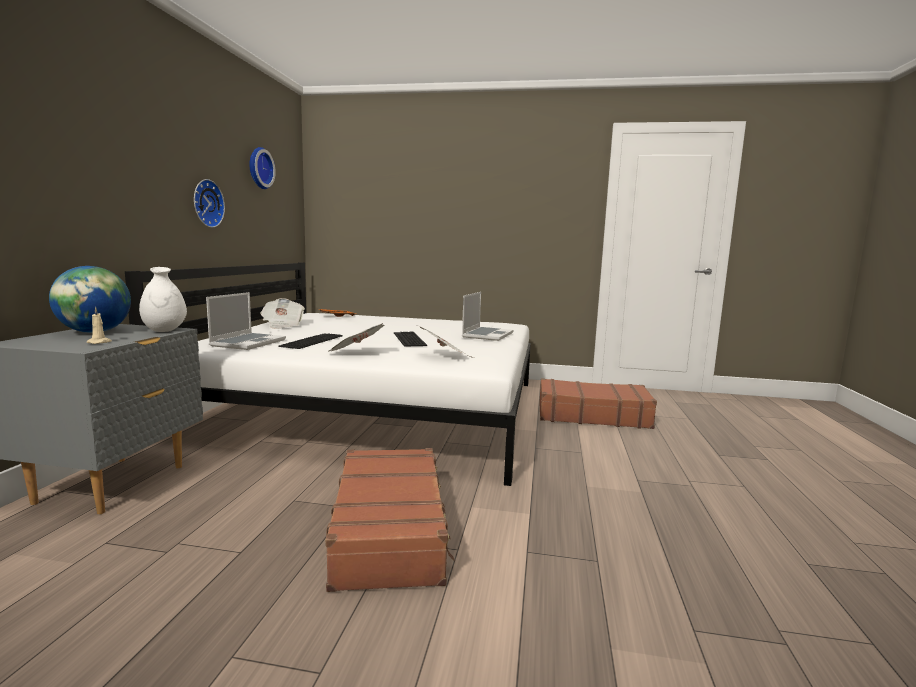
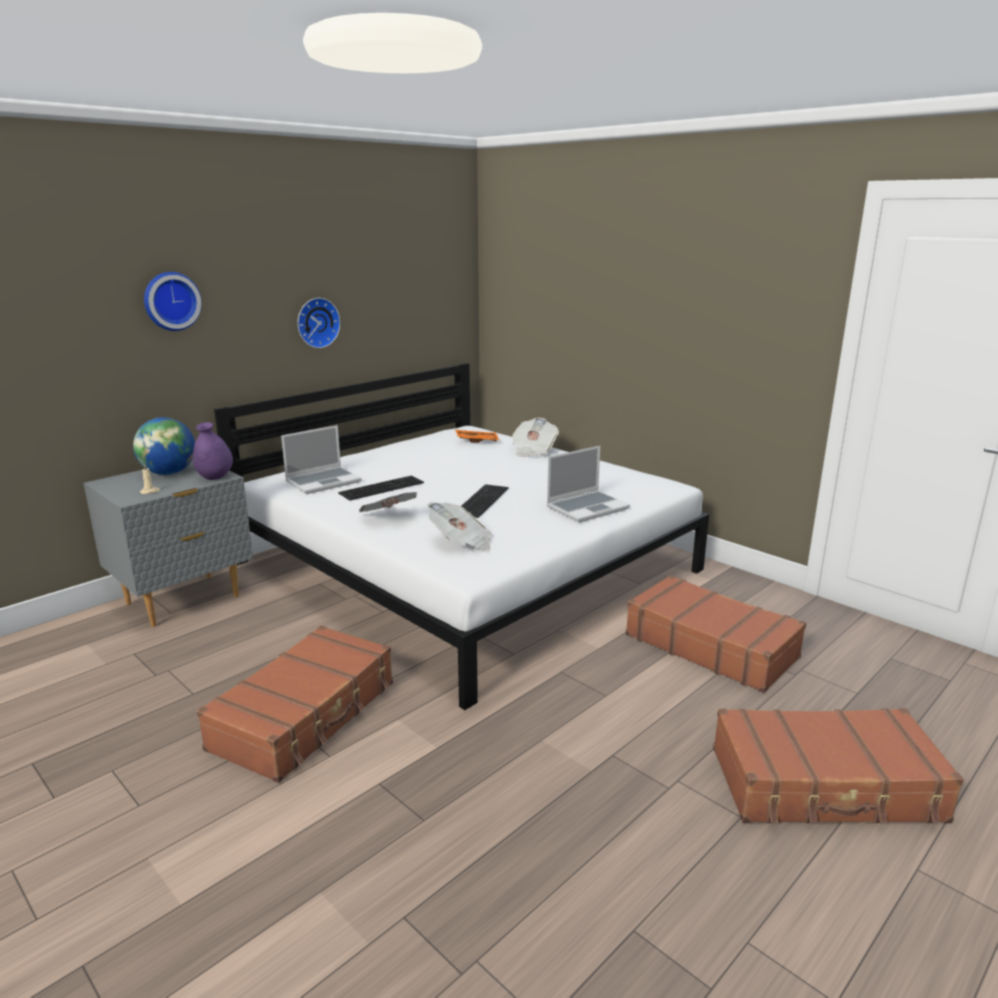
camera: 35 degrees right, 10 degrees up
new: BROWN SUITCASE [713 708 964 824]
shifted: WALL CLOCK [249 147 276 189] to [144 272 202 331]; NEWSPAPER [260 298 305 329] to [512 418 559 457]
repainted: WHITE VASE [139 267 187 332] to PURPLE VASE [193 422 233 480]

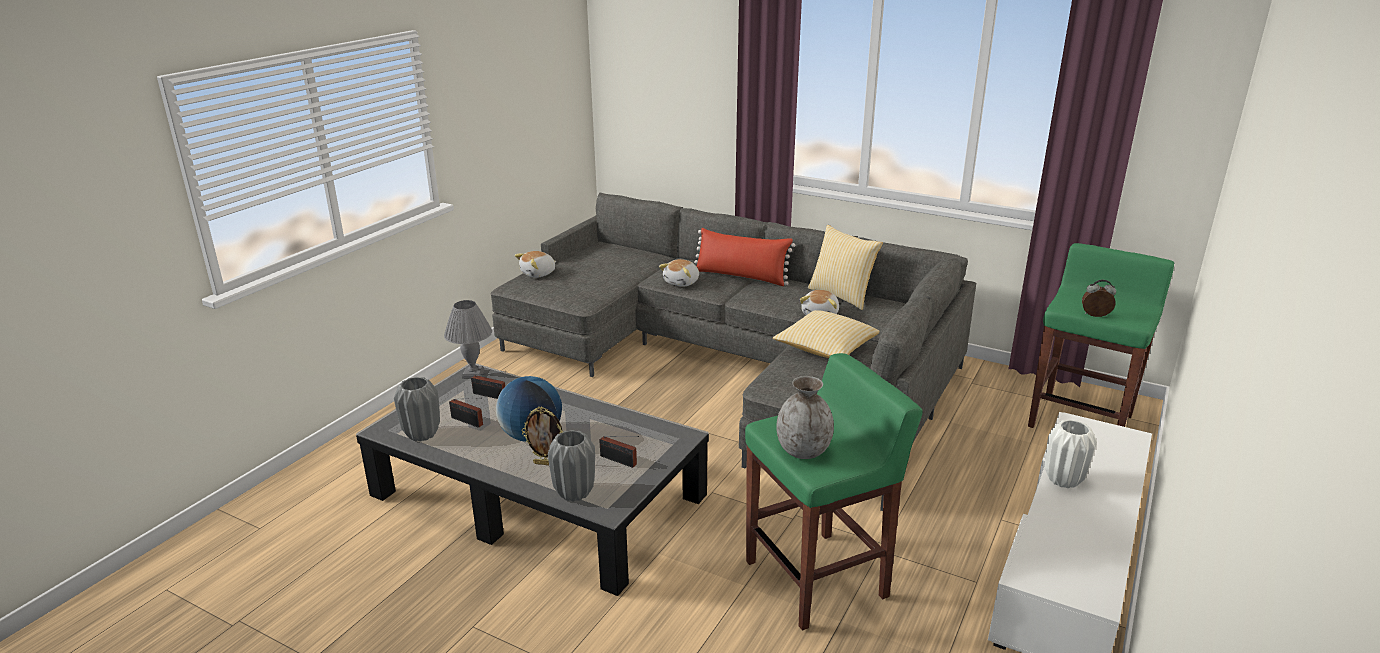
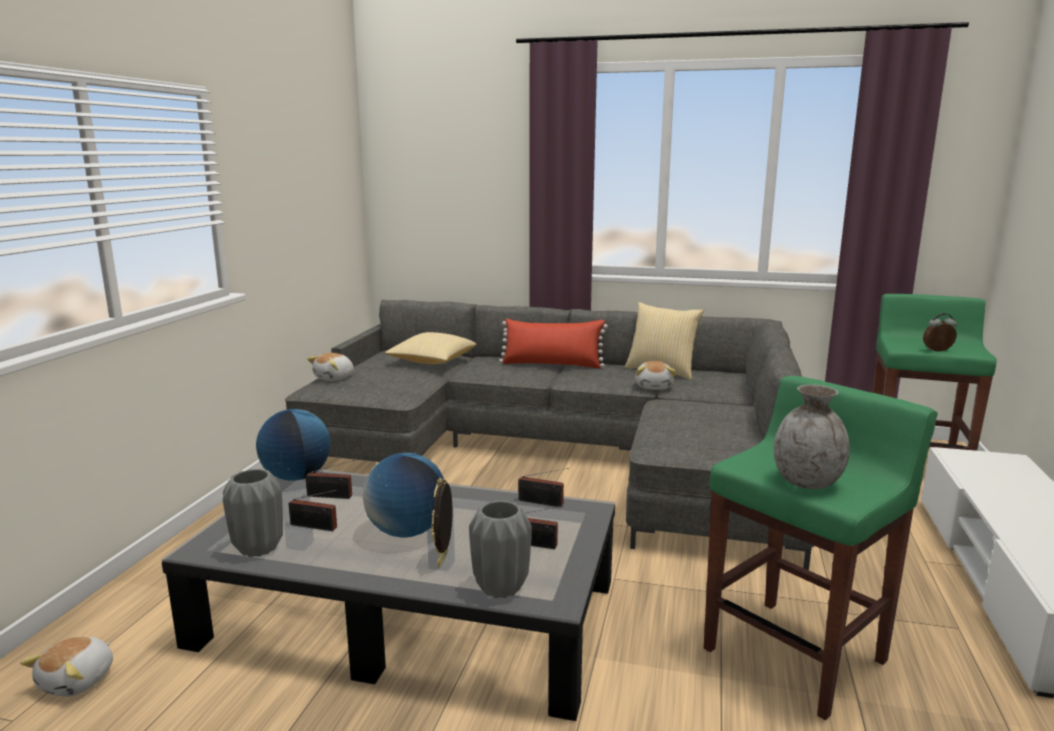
camera: 15 degrees left, 10 degrees down
gone: WHITE VASE [1045 419 1097 488]
new: RADIO [518 468 569 507]
shifted: PLUSH TOY [659 259 699 287] to [20 636 113 697]; PILLOW [773 310 880 358] to [385 332 476 364]
swapped: GREY TABLE LAMP [444 300 492 379] to GLOBE [256 409 331 481]
rotated: PICTURE FRAME [521 407 563 465] = [431 478 452 568] 105 degrees clockwise

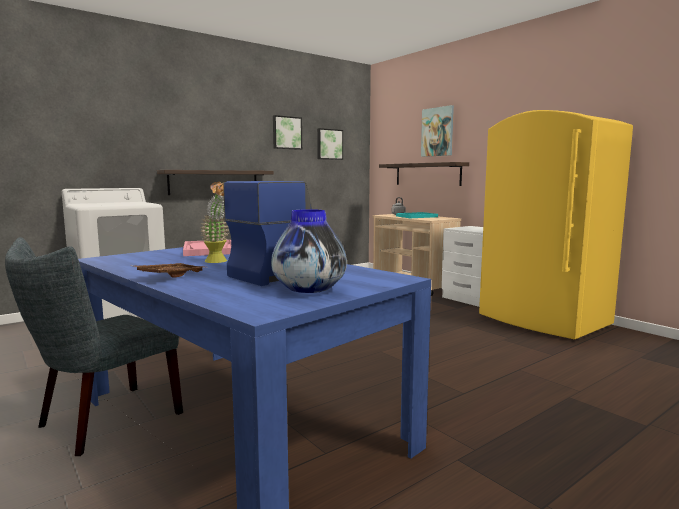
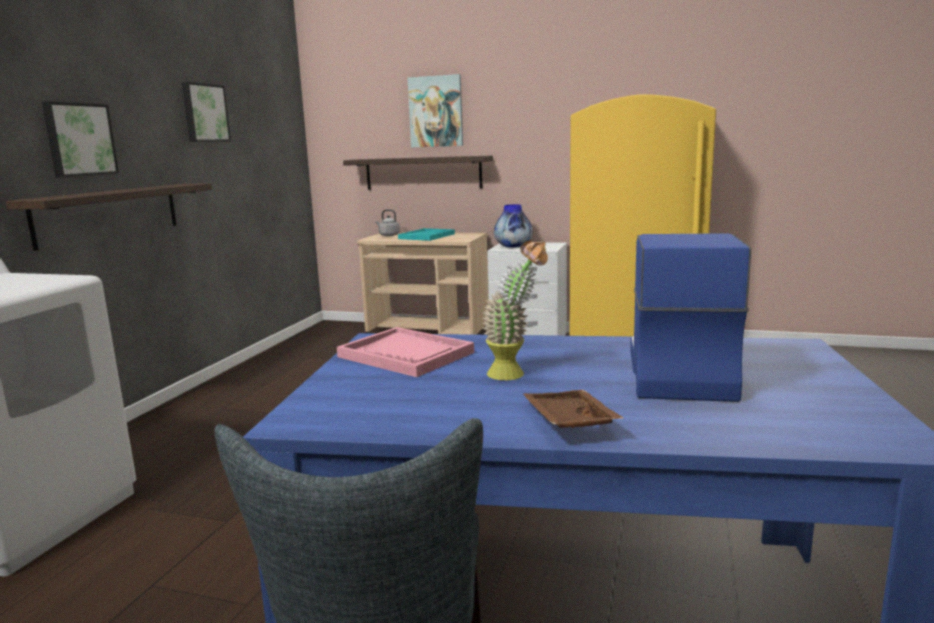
camera: 35 degrees left, 5 degrees up
shifted: VASE [271 209 347 293] to [494 204 533 248]; PICTURE [317 128 343 160] to [42 101 119 178]

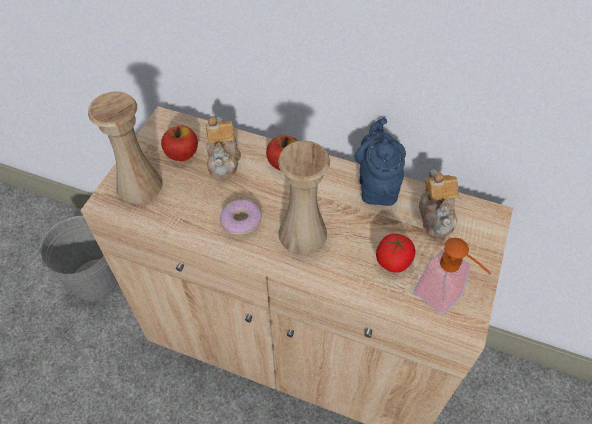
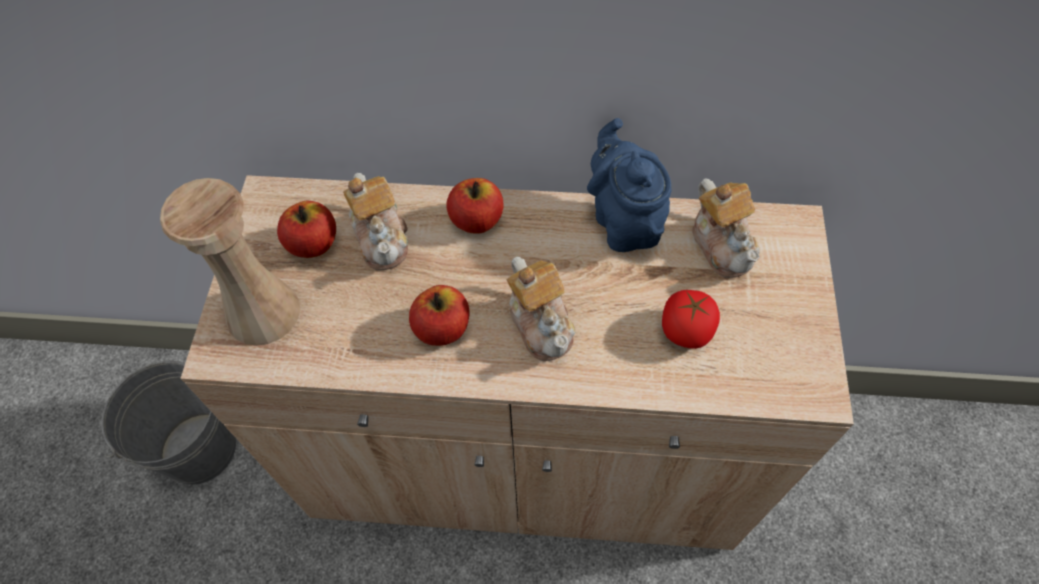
camera: 15 degrees left, 5 degrees up
gone: SOAP DISPENSER [414 238 492 314]
swapped: DONUT [220 200 262 235] to APPLE [409 285 469 346]; BEIGE VASE [278 141 330 255] to TEAPOT [507 257 575 361]

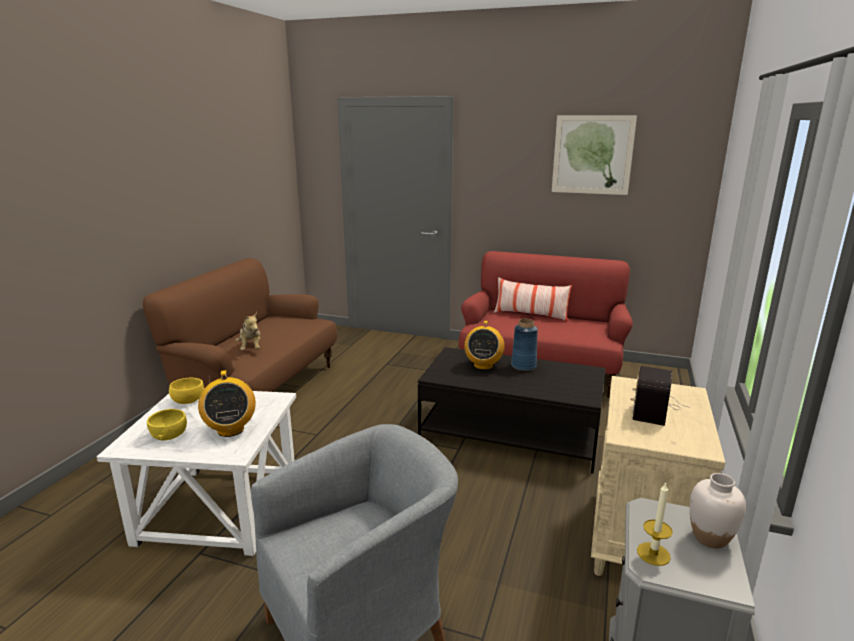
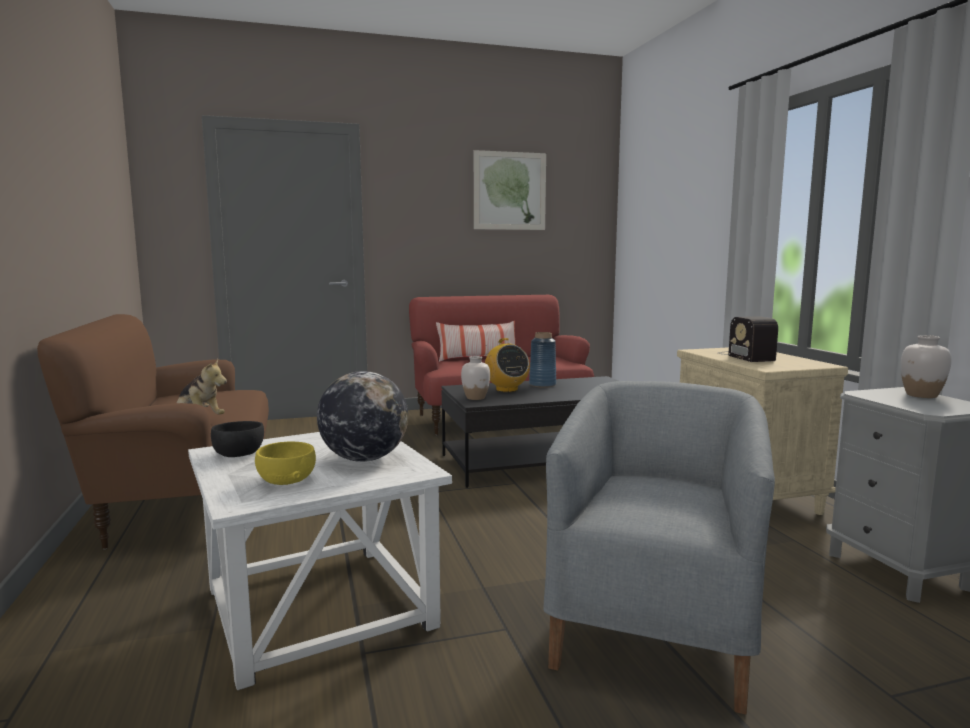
camera: 35 degrees left, 10 degrees down
gone: CANDLE [637 482 673 566]
new: WHITE VASE [461 356 490 400]
swapped: RADIO [198 370 256 437] to GLOBE [317 371 408 462]
repainted: YELLOW BOWL [169 378 204 404] to BLACK BOWL [211 421 264 457]

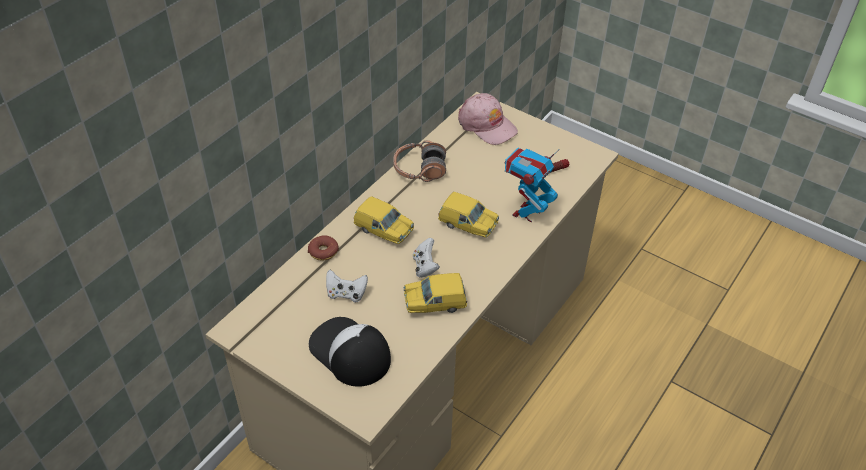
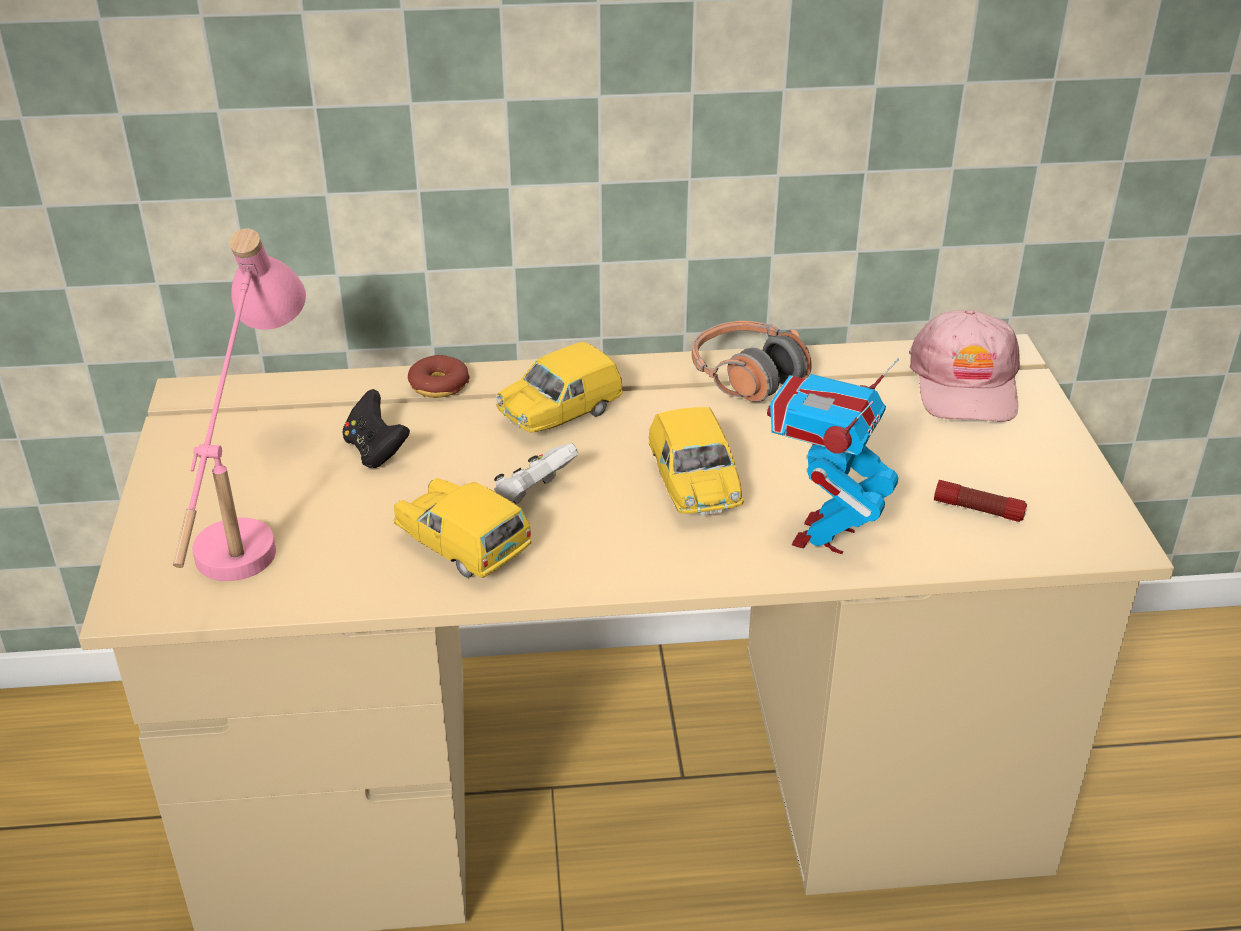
camera: 50 degrees right, 10 degrees down
swapped: CAP [309 317 391 387] to PINK TABLE LAMP [173 229 306 581]
repainted: WHITE GAME CONTROLLER [326 270 368 302] to BLACK GAME CONTROLLER [342 389 410 468]
rotated: YELLOW TOY CAR [354 196 414 244] = [496 342 622 432] 60 degrees clockwise; TOY ROBOT [505 148 560 222] = [767 358 899 554] 60 degrees counterclockwise

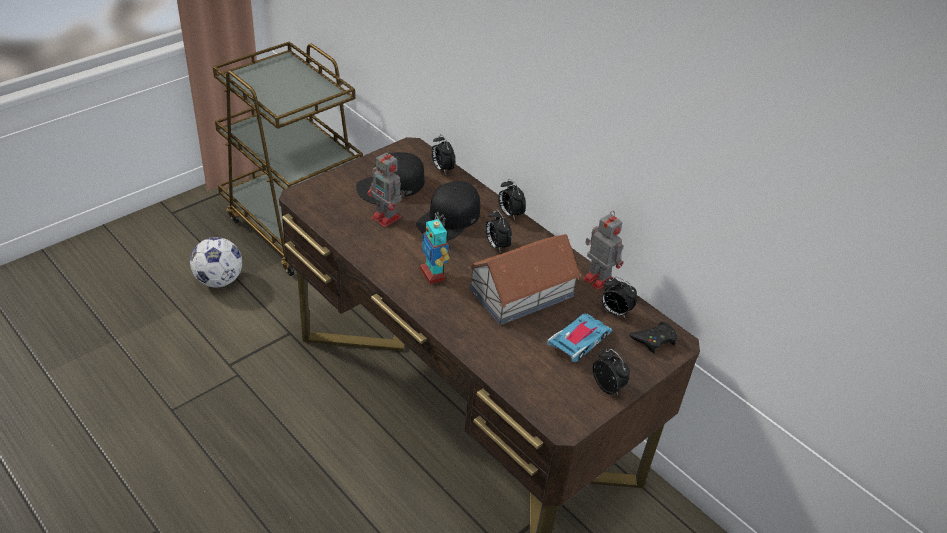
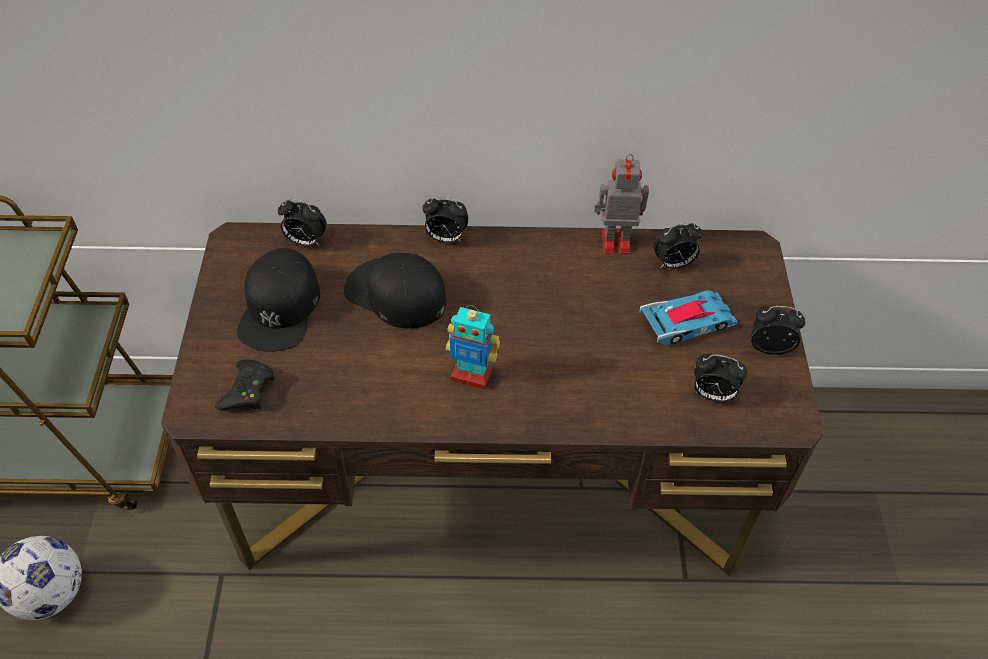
camera: 45 degrees left, 10 degrees up
gone: TOY ROBOT [368 149 405 227]; TOY HOUSE [468 234 581 325]
shifted: ALARM CLOCK [485 209 512 251] to [695 354 747 402]; BLACK GAME CONTROLLER [629 322 678 354] to [215 360 275 410]
rotated: BLACK CAP [416 181 480 241] = [344 253 446 329] 135 degrees clockwise; TOY CAR [547 313 613 362] = [639 290 738 345] 75 degrees clockwise

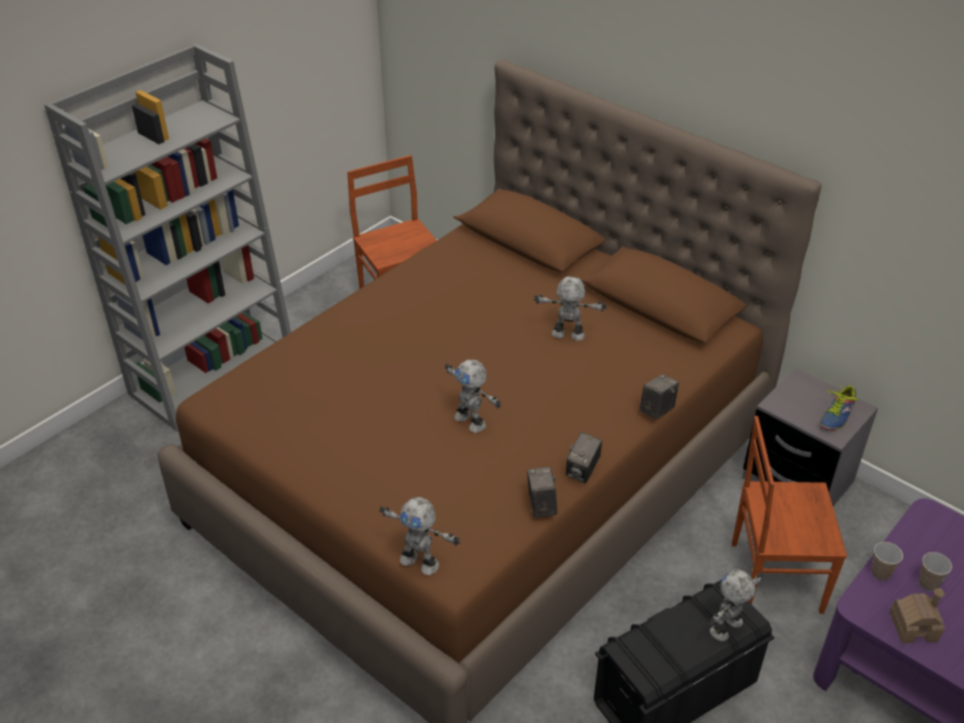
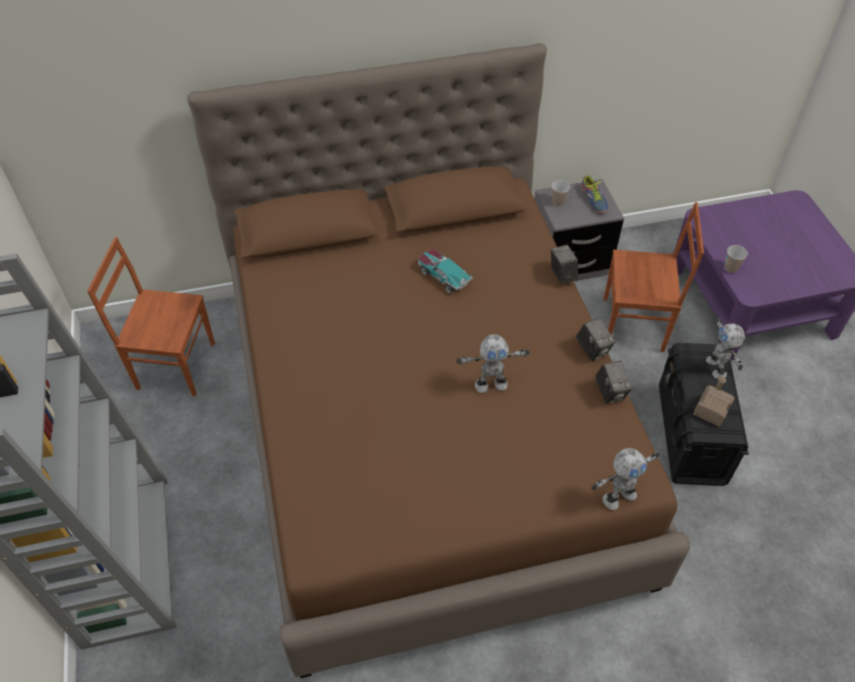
camera: 55 degrees left, 10 degrees up
shifted: TOY HOUSE [889 588 945 643] to [693 377 734 427]; CUP [919 552 952 591] to [551 180 570 206]
swapped: TOY ROBOT [533 276 607 341] to TOY CAR [418 249 473 293]
rotated: PHOTO CAMERA [527 467 558 517] = [595 361 632 404] 135 degrees counterclockwise; BROWN CHAIR [732 416 847 614] = [604 202 704 352] 120 degrees counterclockwise

